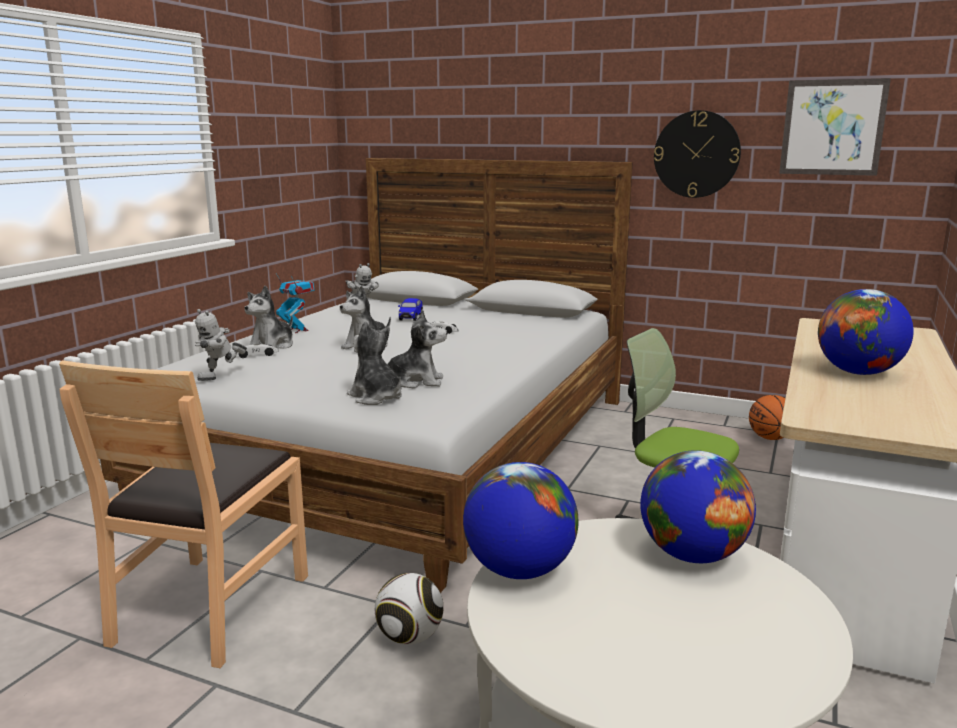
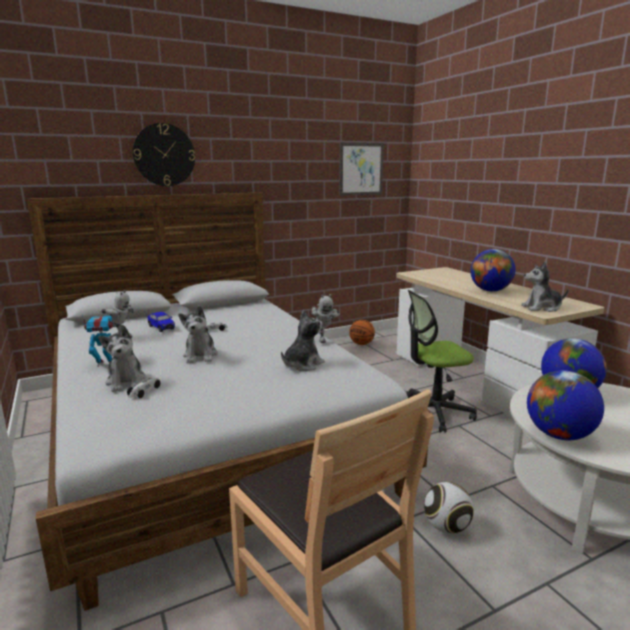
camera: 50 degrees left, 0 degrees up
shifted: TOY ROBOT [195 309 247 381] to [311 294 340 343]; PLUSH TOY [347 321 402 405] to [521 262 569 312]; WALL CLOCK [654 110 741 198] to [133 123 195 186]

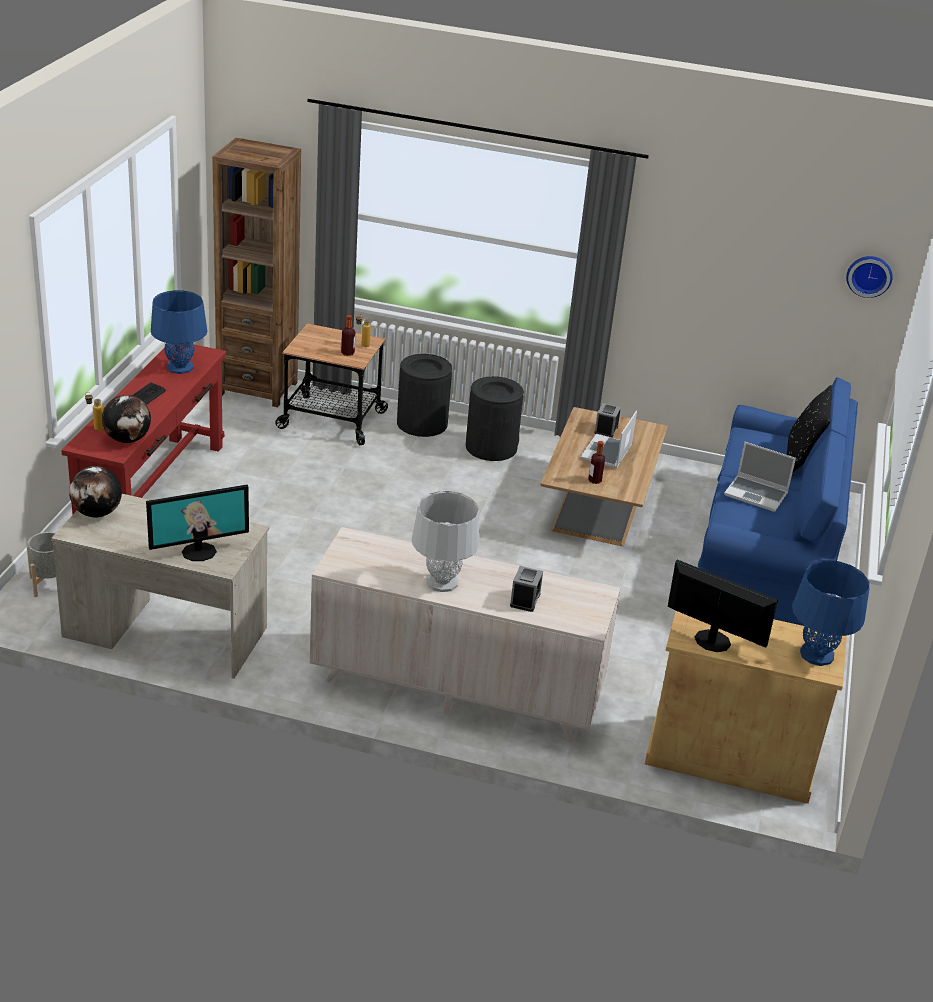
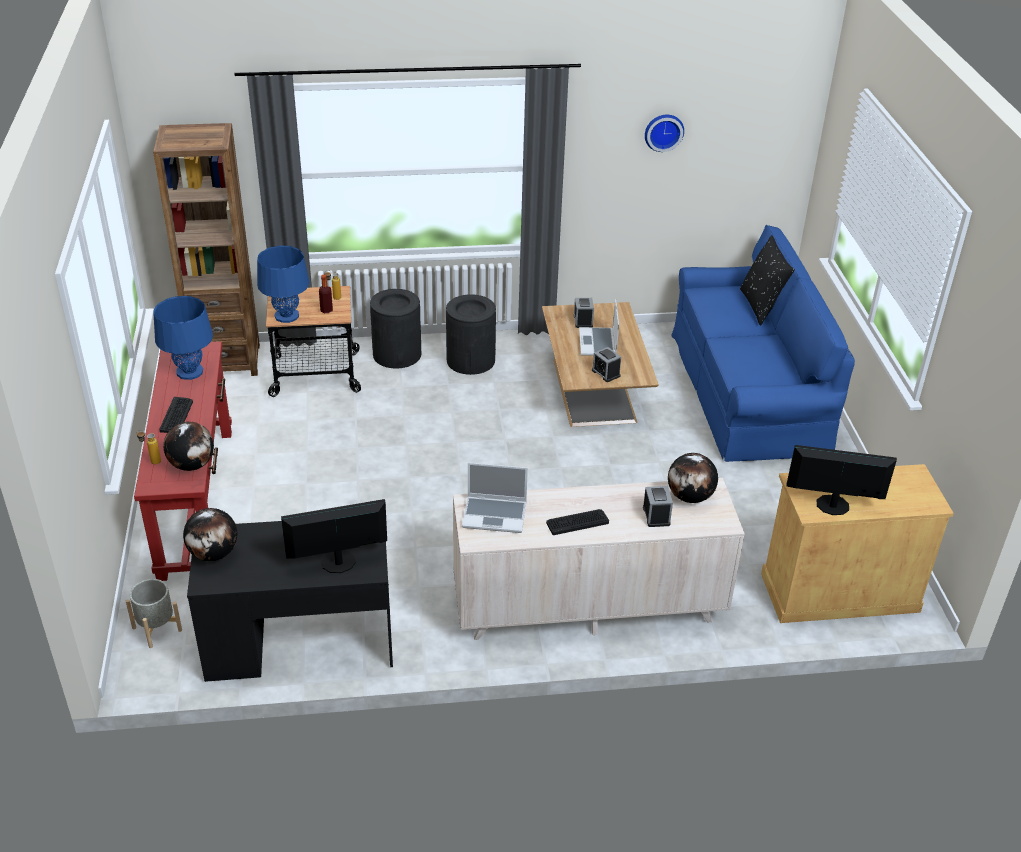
camera: 20 degrees left, 5 degrees up
new: GLOBE [668 453 718 503]
shifted: LAPTOP [724 442 796 512] to [462 463 528 533]; BLUE TABLE LAMP [792 560 869 666] to [257 245 310 323]; WALL CLOCK [846 256 893 298] to [645 115 684 152]
swapped: GREY TABLE LAMP [411 491 480 592] to KEYBOARD [546 509 609 535]; BOTTLE [588 441 605 484] to ALARM CLOCK [592 347 621 382]
repainted: BEIGE DESK [51 494 270 679] to BLACK DESK [187 521 393 682]
rotated: MONITOR [146 484 249 561] = [281 499 387 573] 150 degrees counterclockwise

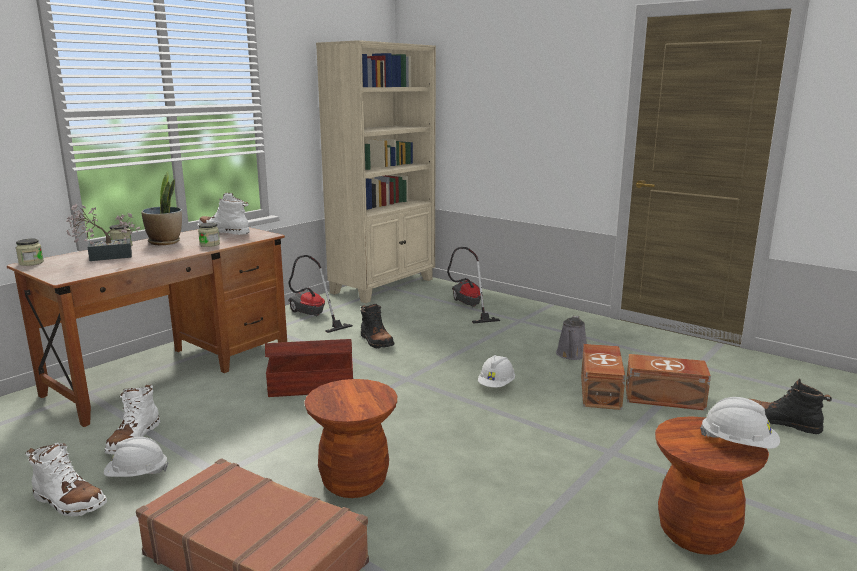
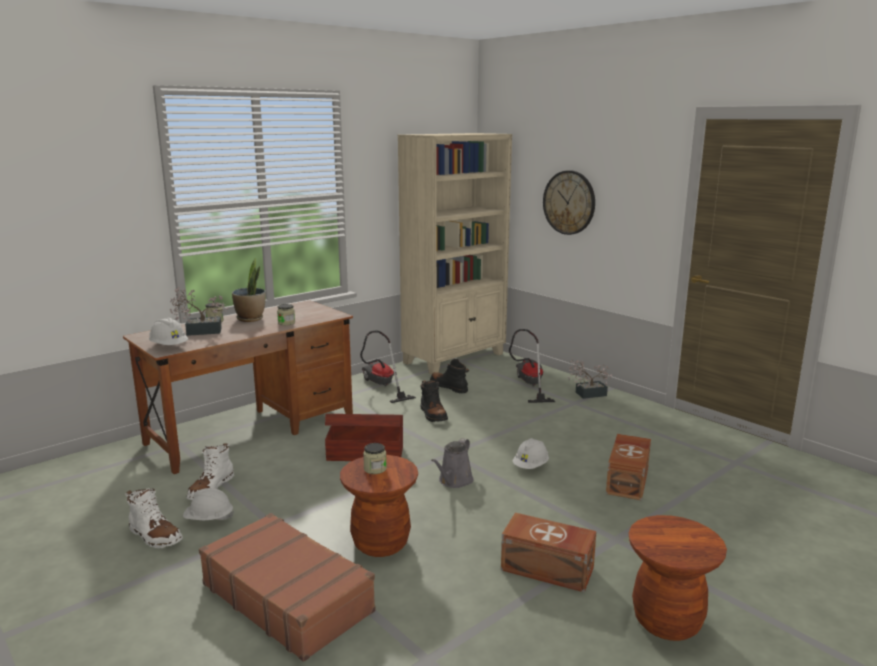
camera: 10 degrees right, 0 degrees up
gone: WHITE BOOT [197 193 250 235]
new: WALL CLOCK [543 170 595 235]; POTTED PLANT [568 359 612 399]
shifted: JAR [16 239 44 266] to [363 443 387 474]; GREY WATERING CAN [556 316 587 360] to [431 438 474 488]; BROWN STORAGE BOX [626 354 711 411] to [501 513 597 592]; WHITE HARD HAT [700 397 780 449] to [149 318 188 345]; BLACK BOOT [750 379 832 434] to [430 359 469 393]

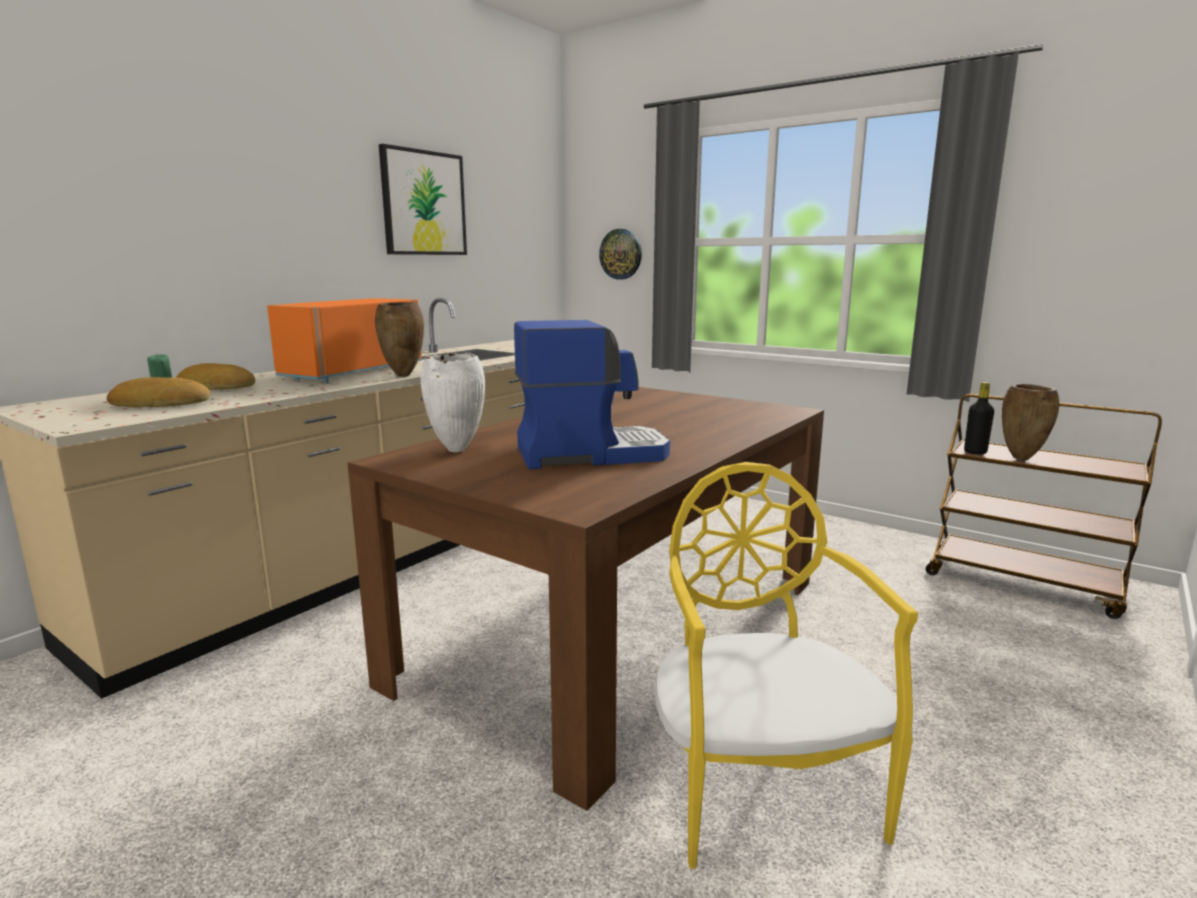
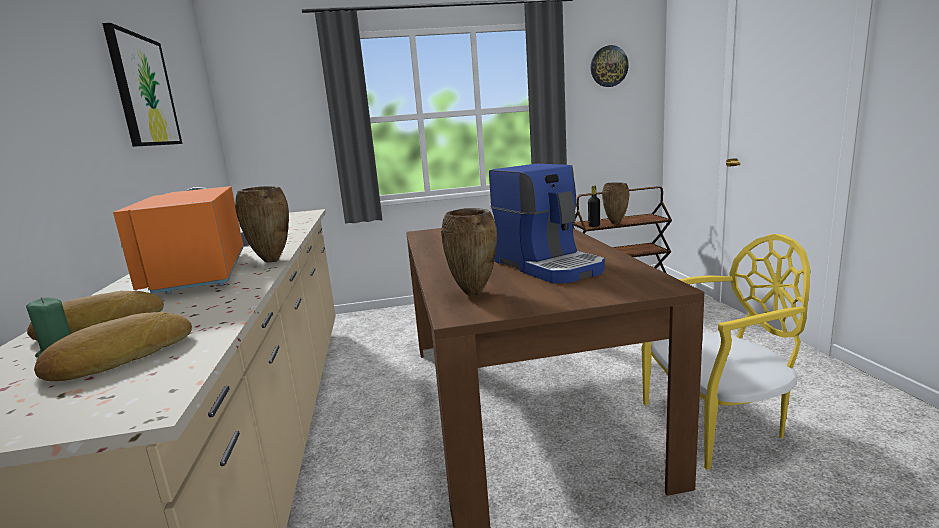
camera: 45 degrees left, 0 degrees up
shifted: WALL CLOCK [599 229 642 280] to [591 45 629 87]
repainted: WHITE VASE [420 353 485 453] to BROWN VASE [441 208 497 296]
rotated: COFFEE MACHINE [514 320 670 469] = [489 164 605 283] 120 degrees clockwise; YELLOW CHAIR [655 462 918 869] = [642 234 810 470] 135 degrees clockwise

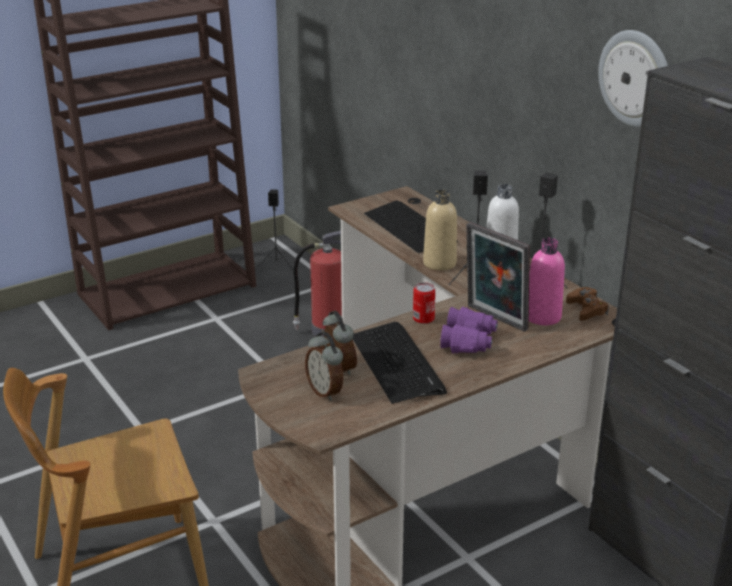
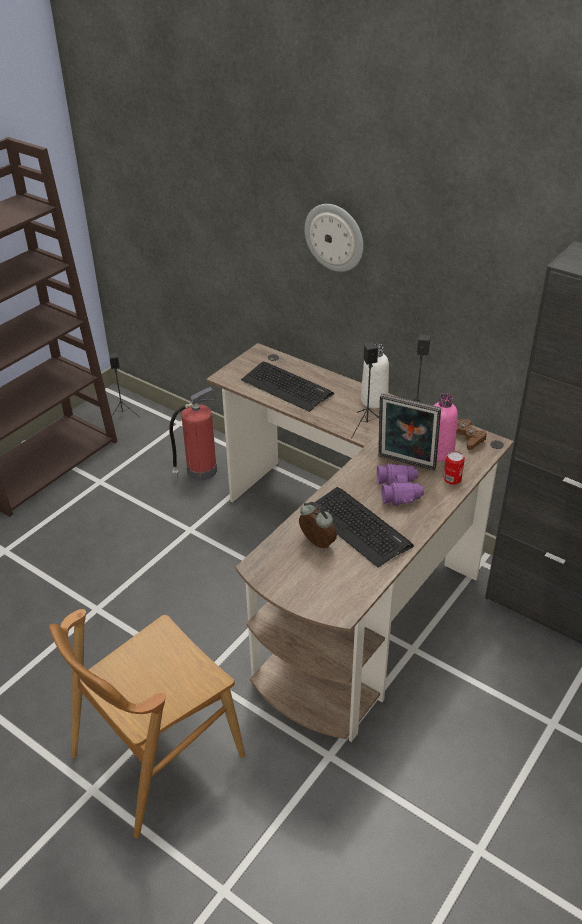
camera: 20 degrees left, 10 degrees up
gone: ALARM CLOCK [305 332 343 401]; BEIGE BOTTLE [423 190 457 271]
shifted: CAN [413 283 436 324] to [443 451 465 485]; WALL CLOCK [598 30 668 127] to [304 204 364 272]

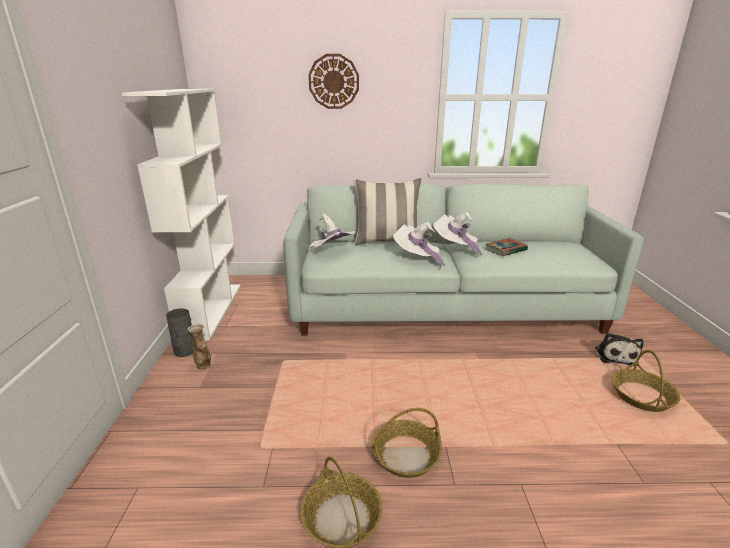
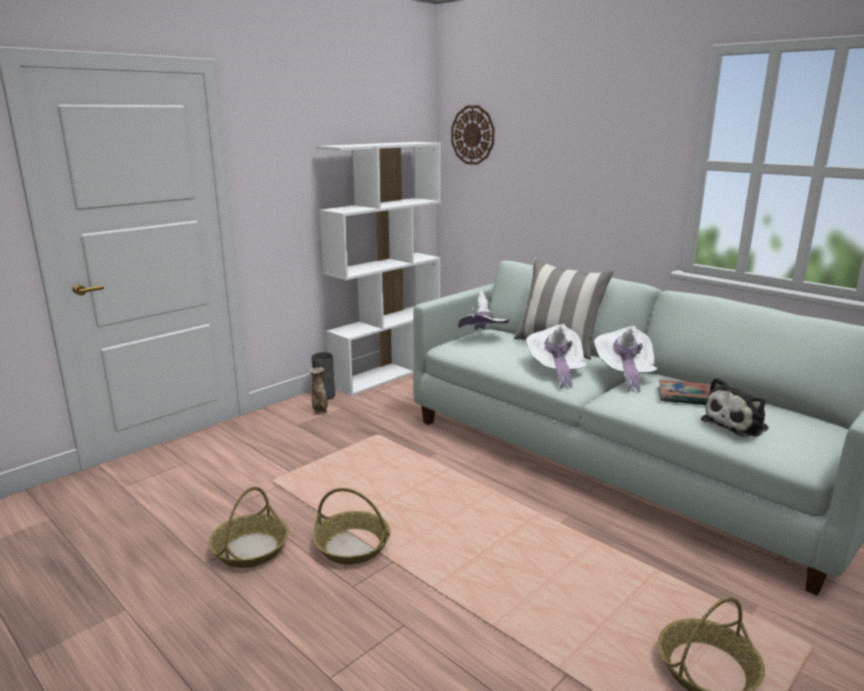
camera: 45 degrees right, 5 degrees down
shifted: WALL CLOCK [308 54 359 109] to [451 105 495 165]; PLUSH TOY [595 333 644 366] to [701 377 769 437]

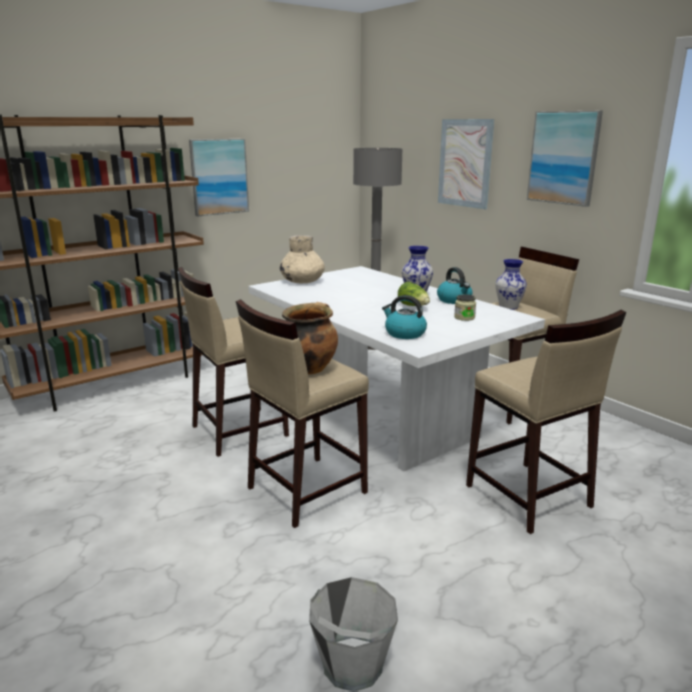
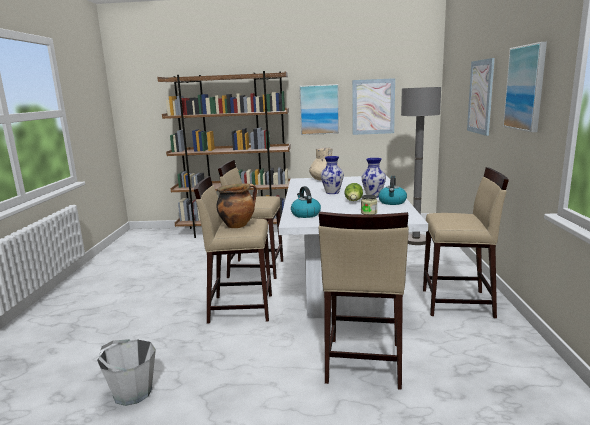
camera: 40 degrees right, 5 degrees down
new: PICTURE [352 78 395 135]
shifted: VASE [495 259 527 310] to [321 156 344 194]

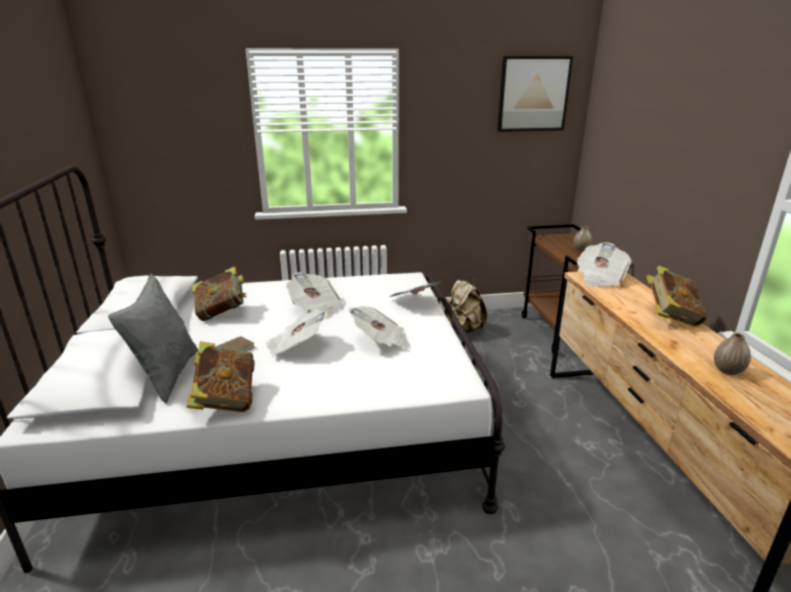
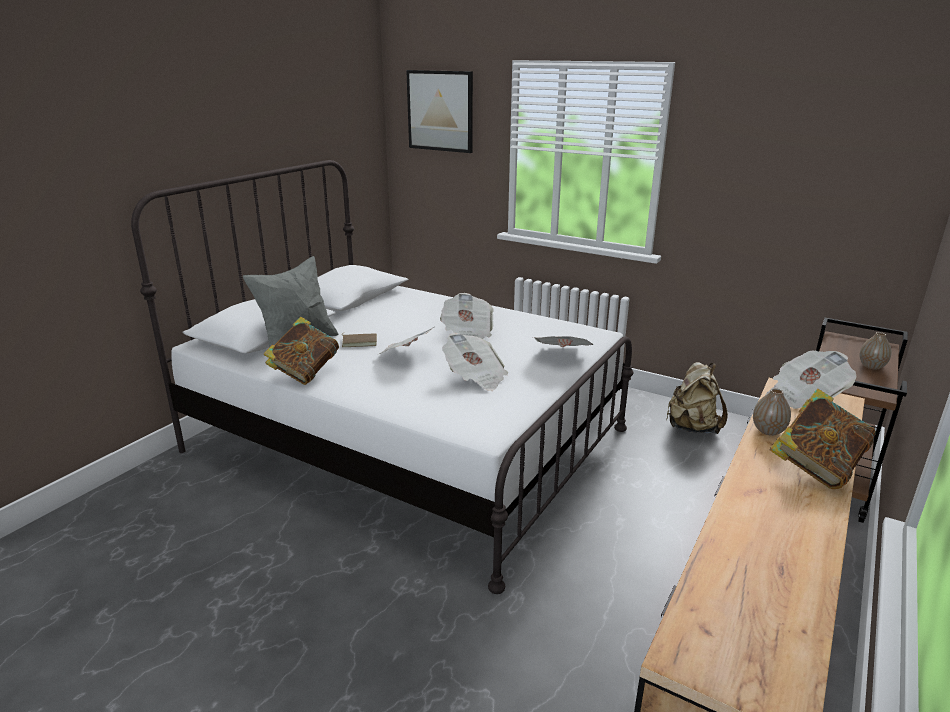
camera: 40 degrees right, 0 degrees up
gone: BOOK [193 266 247 321]
shifted: PICTURE [497 56 573 132] to [406 70 473 153]; VASE [714 333 751 375] to [753 388 791 436]

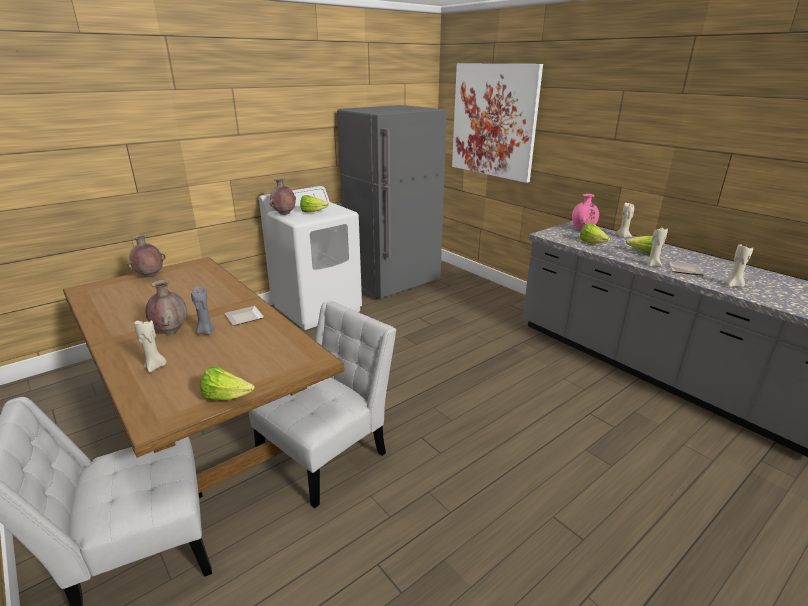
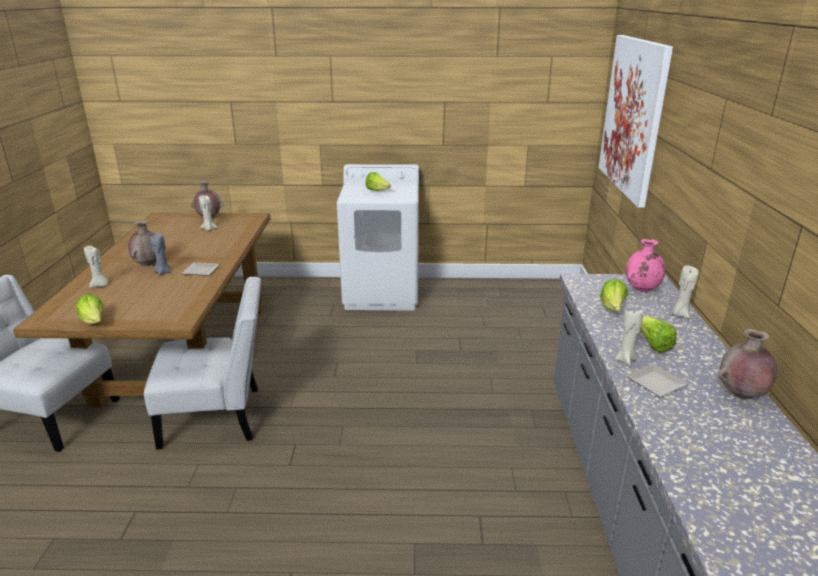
camera: 40 degrees right, 0 degrees up
gone: GREY FRIDGE [337 105 447 300]
shifted: BROWN VASE [270 178 296 215] to [718 328 778 399]; BEIGE CANDLE [725 244 753 287] to [199 196 218 231]

